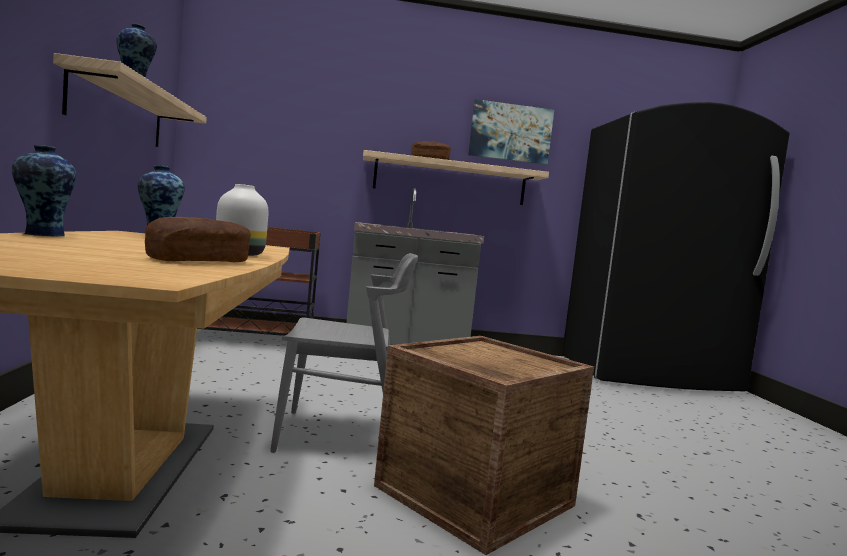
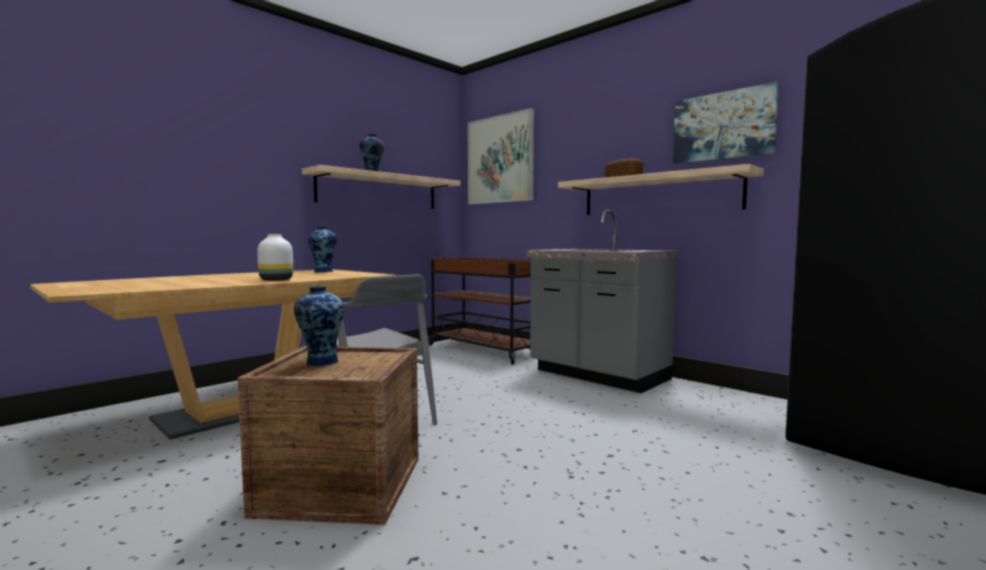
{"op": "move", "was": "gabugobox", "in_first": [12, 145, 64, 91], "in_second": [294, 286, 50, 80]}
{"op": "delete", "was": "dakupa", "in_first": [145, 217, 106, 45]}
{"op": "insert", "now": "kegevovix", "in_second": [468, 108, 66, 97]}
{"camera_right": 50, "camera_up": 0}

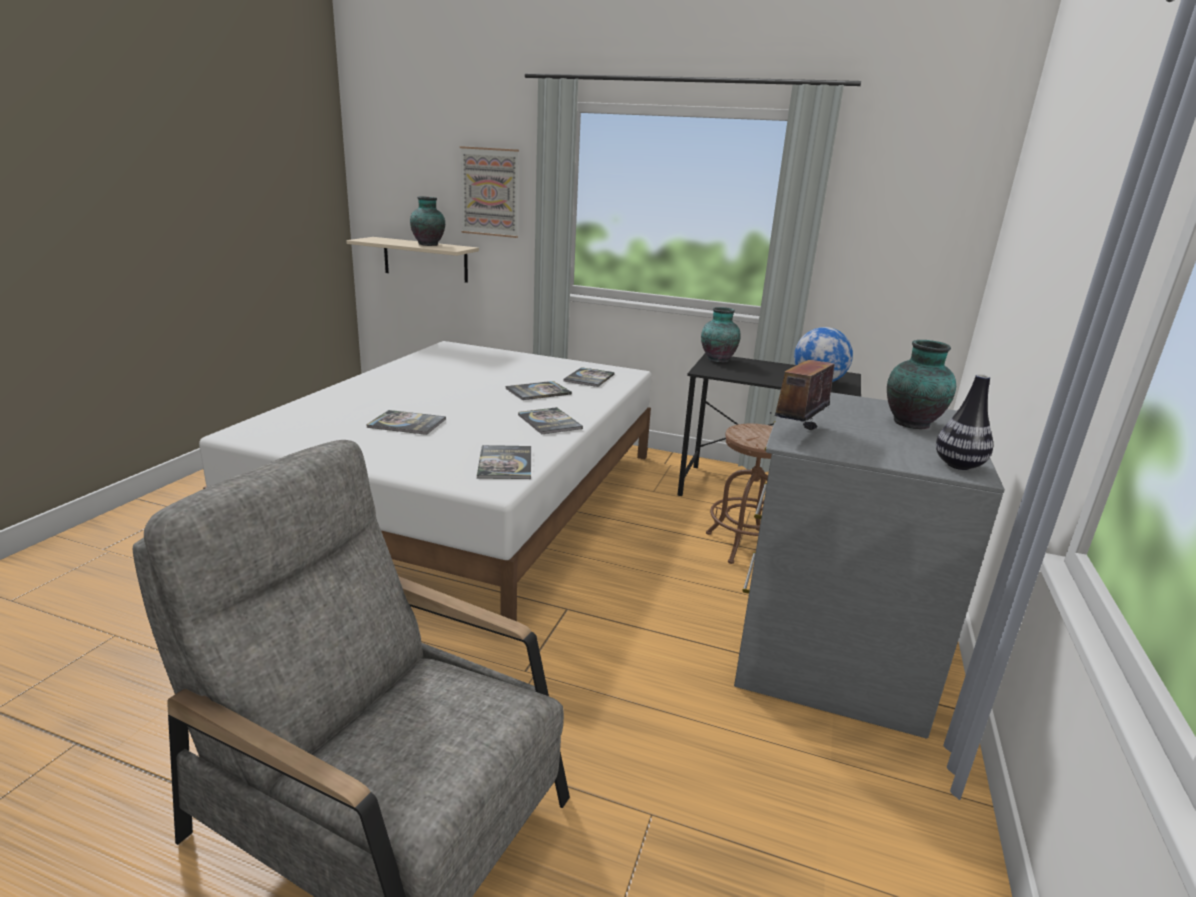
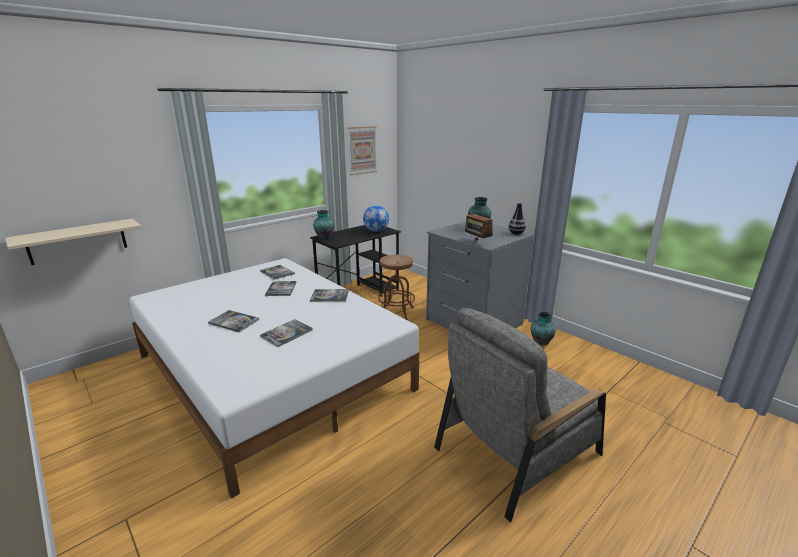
{"op": "move", "was": "kegevovix", "in_first": [460, 146, 59, 92], "in_second": [348, 126, 29, 49]}
{"op": "move", "was": "gabugobox", "in_first": [410, 196, 35, 50], "in_second": [531, 311, 25, 34]}
{"op": "move", "was": "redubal", "in_first": [477, 445, 54, 34], "in_second": [208, 310, 51, 22]}
{"camera_right": -60, "camera_up": 0}

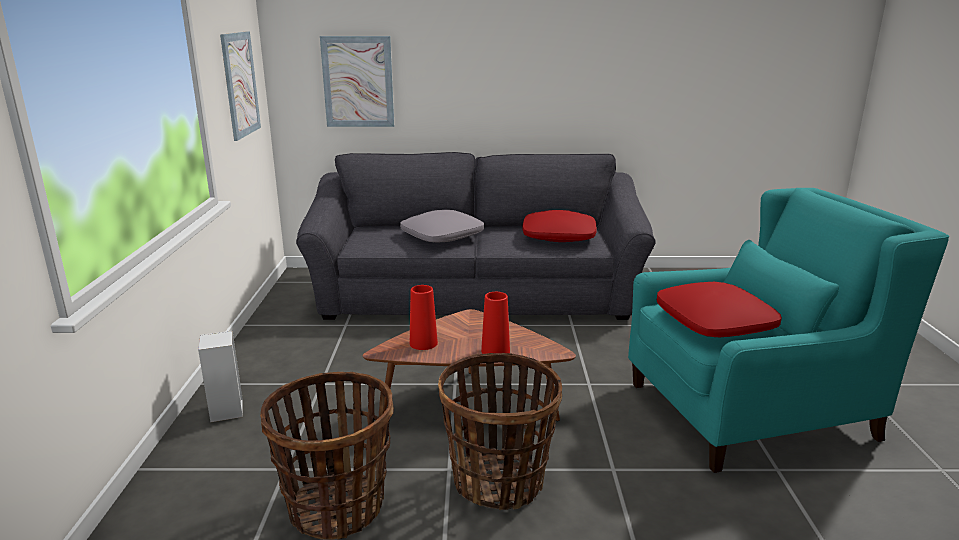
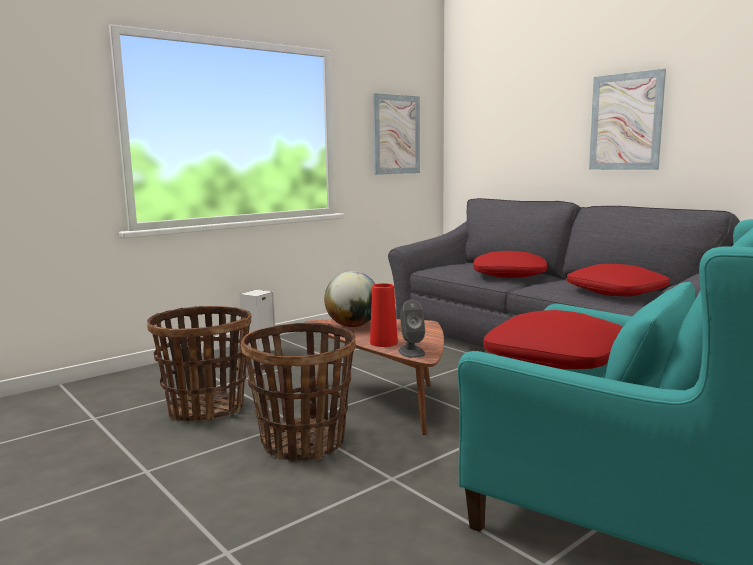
{"op": "move", "was": "kegevovix", "in_first": [320, 36, 74, 91], "in_second": [589, 69, 77, 101]}
{"op": "recolor", "was": "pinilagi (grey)", "now": "pinilagi (red)", "in_first": [400, 210, 84, 32], "in_second": [473, 251, 74, 27]}
{"op": "replace", "was": "gabugobox (red)", "now": "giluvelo", "in_first": [410, 285, 28, 65], "in_second": [324, 271, 51, 56]}
{"op": "insert", "now": "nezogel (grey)", "in_second": [398, 300, 27, 58]}
{"camera_right": 50, "camera_up": -10}

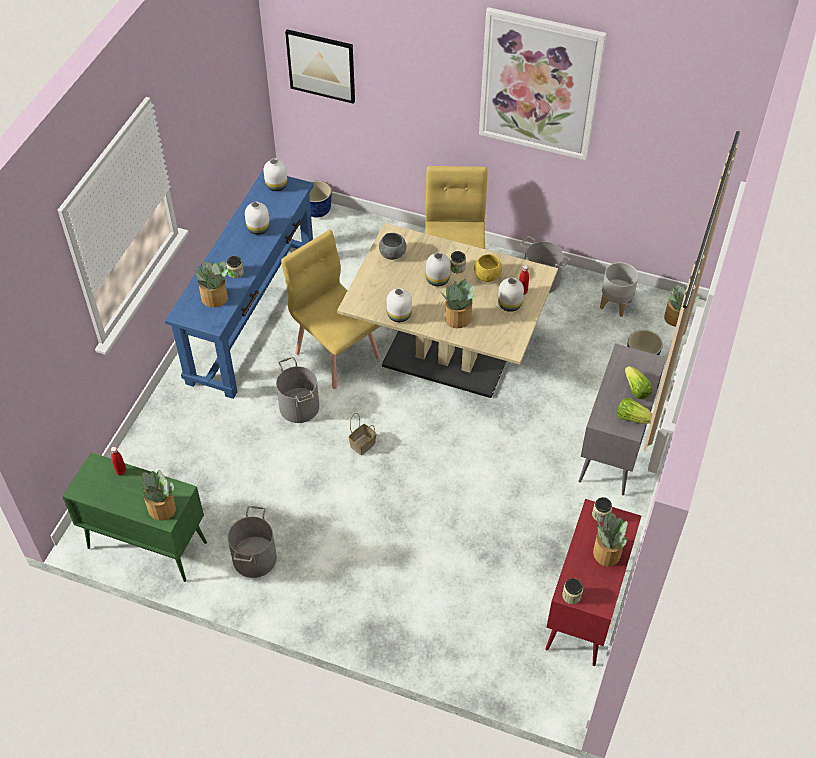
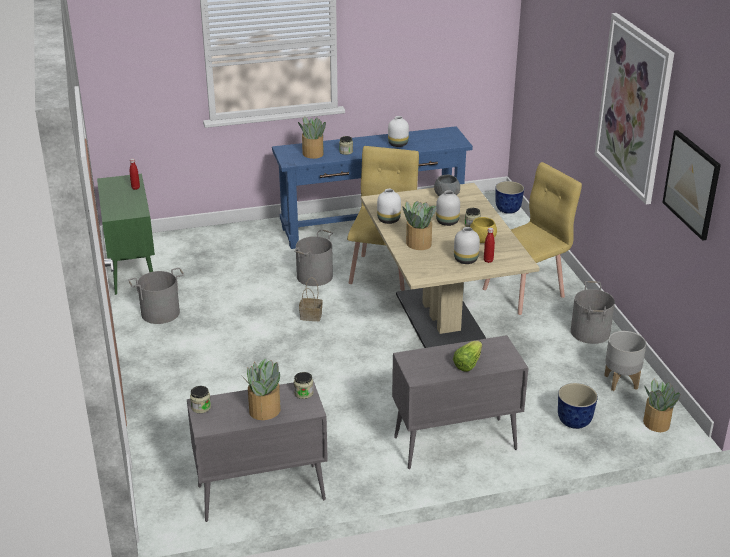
{"op": "move", "was": "kegevovix", "in_first": [285, 29, 70, 75], "in_second": [662, 130, 59, 111]}
{"op": "delete", "was": "gabugobox (white)", "in_first": [264, 159, 24, 32]}
{"op": "delete", "was": "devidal", "in_first": [617, 398, 36, 26]}
{"op": "delete", "was": "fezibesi", "in_first": [137, 470, 39, 51]}
{"op": "recolor", "was": "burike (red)", "now": "burike (grey)", "in_first": [545, 499, 96, 167], "in_second": [187, 381, 141, 141]}
{"camera_right": 55, "camera_up": -20}

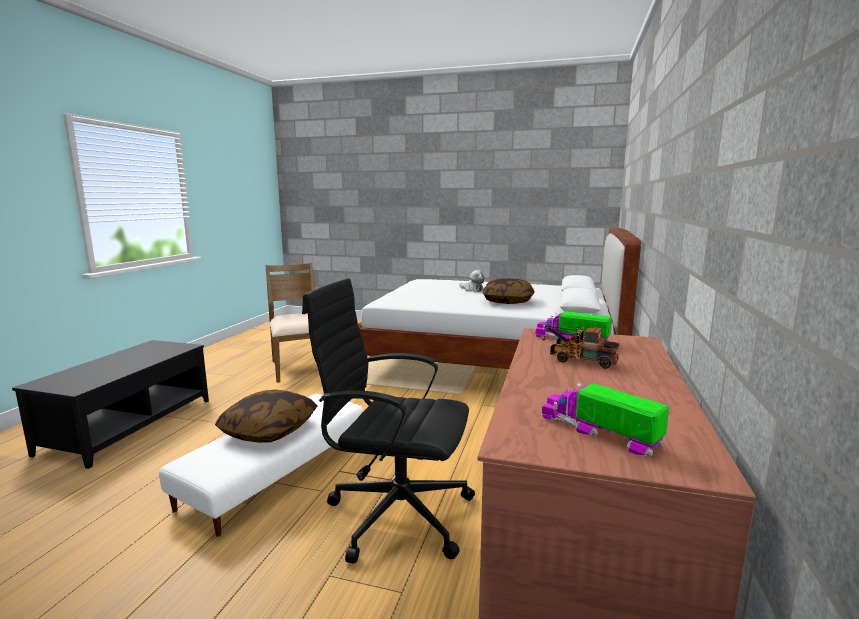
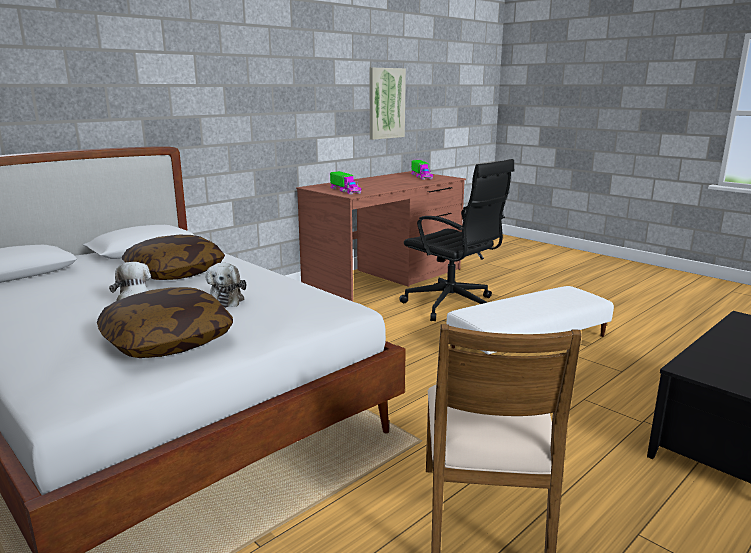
{"op": "delete", "was": "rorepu", "in_first": [542, 326, 79, 43]}
{"op": "move", "was": "pinilagi", "in_first": [215, 390, 103, 53], "in_second": [97, 287, 136, 71]}
{"op": "insert", "now": "kegevovix", "in_second": [370, 68, 36, 72]}
{"op": "insert", "now": "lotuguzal", "in_second": [205, 263, 41, 45]}
{"camera_right": -150, "camera_up": 5}

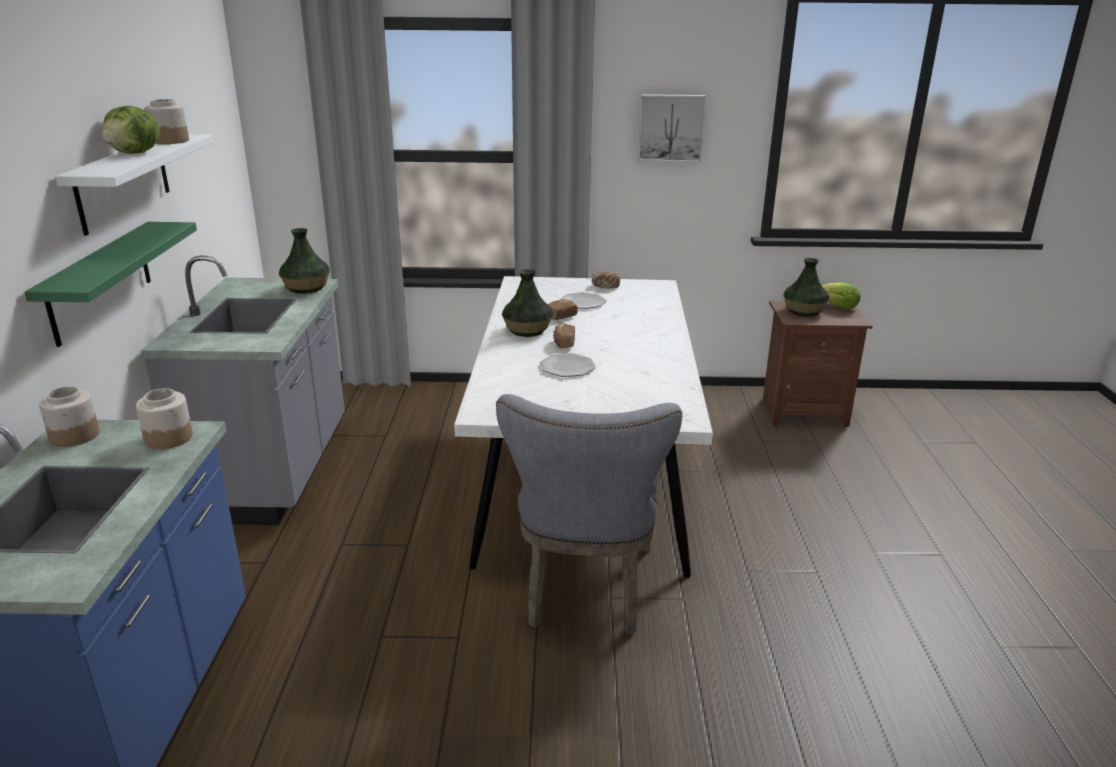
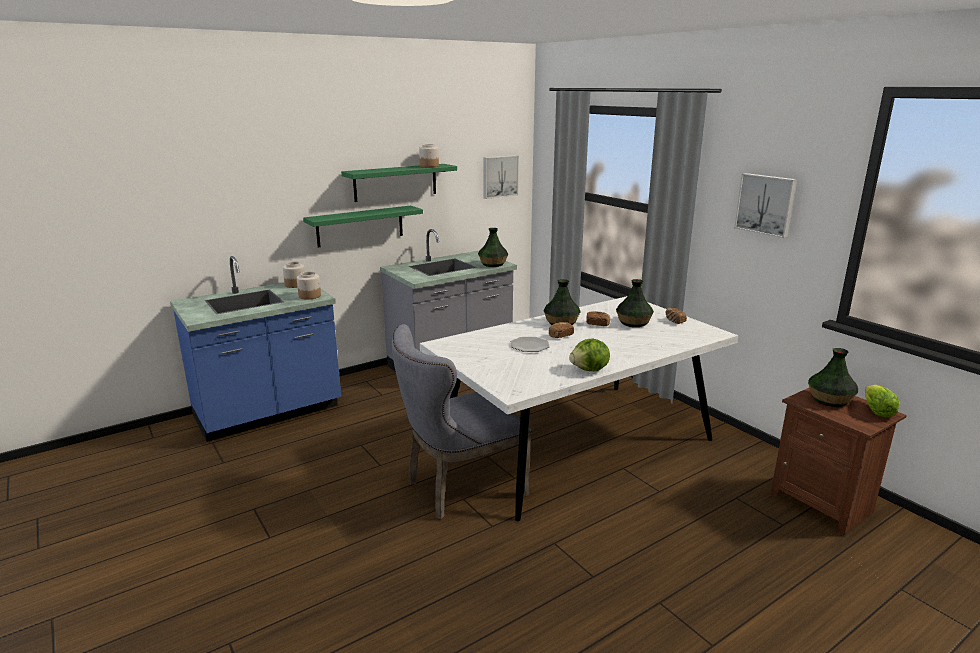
{"op": "move", "was": "devidal", "in_first": [102, 106, 58, 48], "in_second": [569, 338, 41, 33]}
{"op": "recolor", "was": "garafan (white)", "now": "garafan (green)", "in_first": [55, 134, 159, 102], "in_second": [341, 164, 116, 38]}
{"op": "replace", "was": "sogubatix", "now": "gabugobox", "in_first": [560, 292, 47, 17], "in_second": [616, 279, 38, 48]}
{"op": "insert", "now": "kegevovix", "in_second": [483, 155, 36, 44]}
{"camera_right": 55, "camera_up": -5}

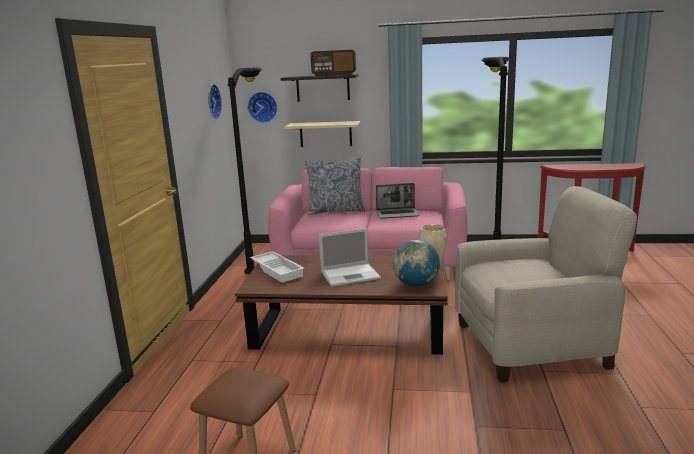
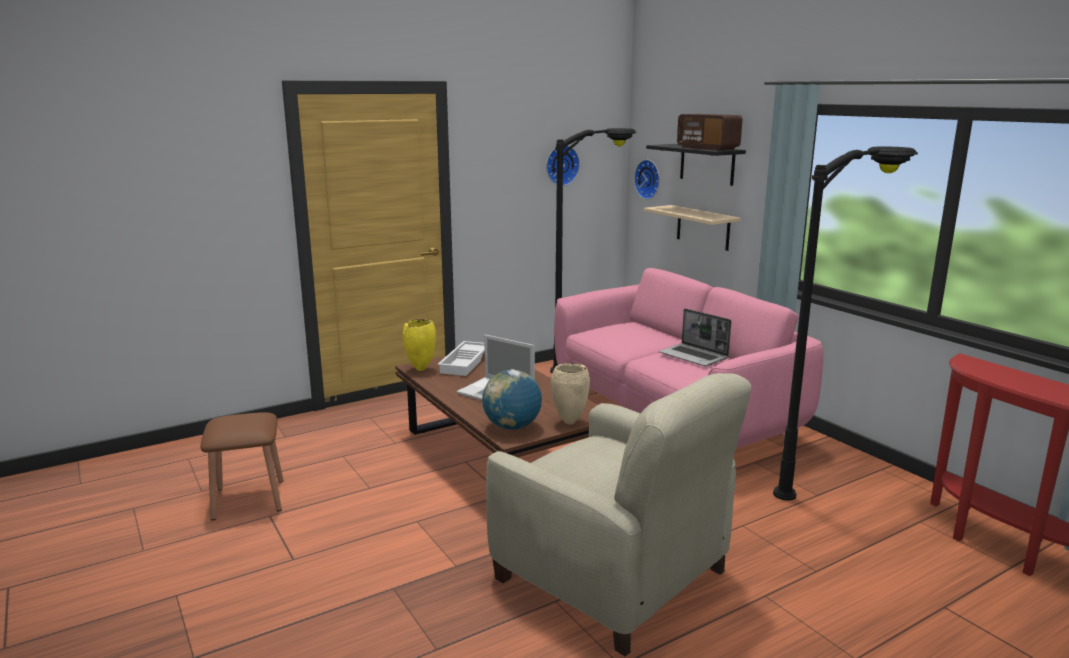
{"op": "delete", "was": "pinilagi", "in_first": [305, 156, 60, 59]}
{"op": "insert", "now": "gabugobox (yellow)", "in_second": [403, 319, 33, 52]}
{"camera_right": 50, "camera_up": 0}

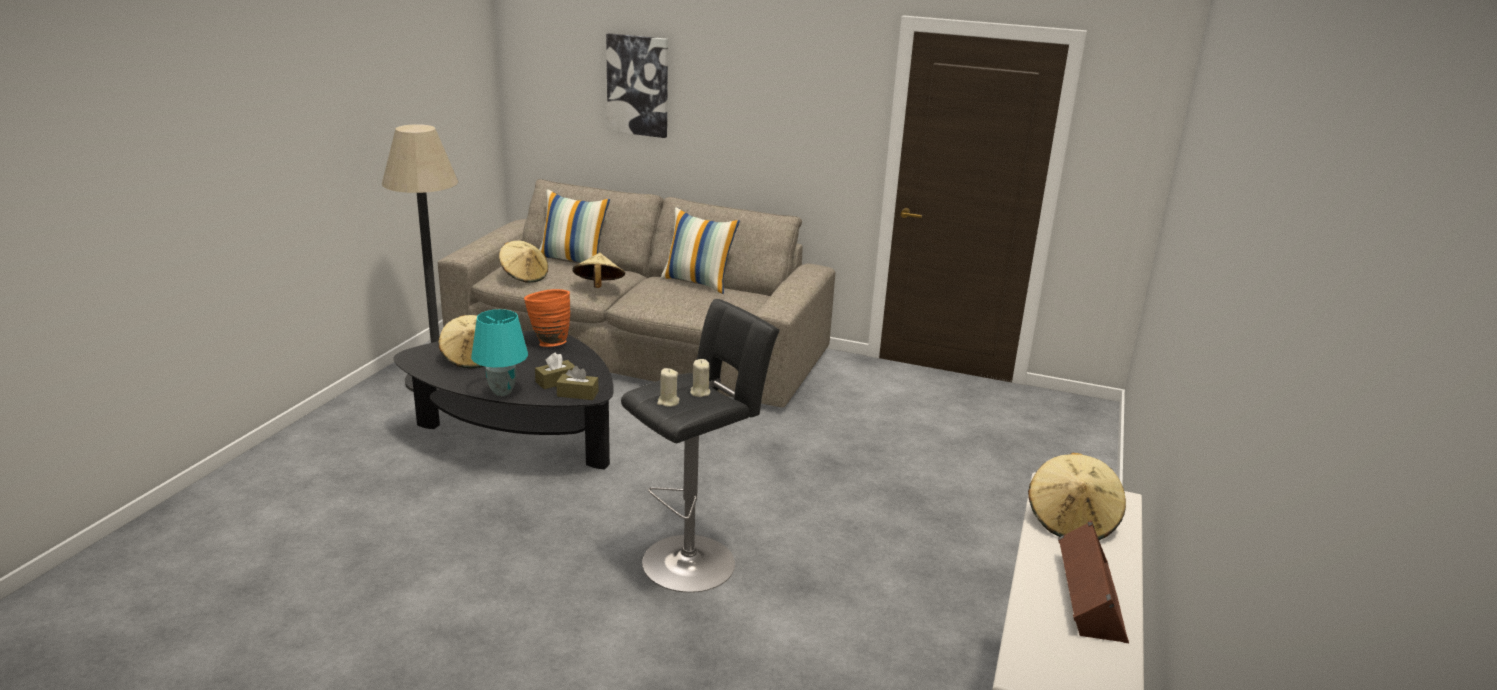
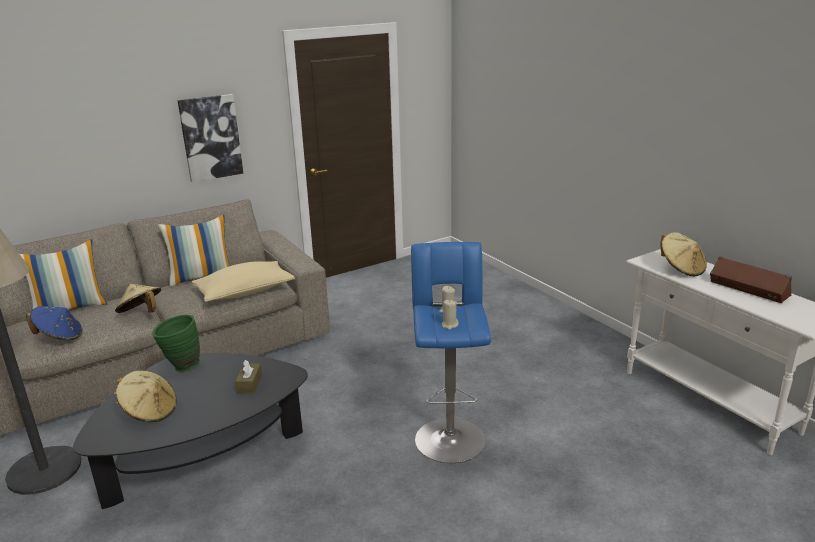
{"op": "move", "was": "kegevovix", "in_first": [606, 33, 62, 105], "in_second": [177, 94, 66, 88]}
{"op": "recolor", "was": "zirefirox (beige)", "now": "zirefirox (blue)", "in_first": [499, 241, 49, 42], "in_second": [26, 306, 57, 34]}
{"op": "recolor", "was": "gabugobox (orange)", "now": "gabugobox (green)", "in_first": [524, 289, 46, 58], "in_second": [152, 315, 48, 57]}
{"op": "recolor", "was": "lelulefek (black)", "now": "lelulefek (blue)", "in_first": [621, 299, 159, 294], "in_second": [411, 242, 80, 221]}
{"op": "delete", "was": "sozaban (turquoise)", "in_first": [471, 309, 57, 87]}
{"op": "delete", "was": "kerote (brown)", "in_first": [556, 366, 42, 34]}
{"op": "insert", "now": "pinilagi (beige)", "in_second": [192, 261, 103, 41]}
{"camera_right": -50, "camera_up": 0}

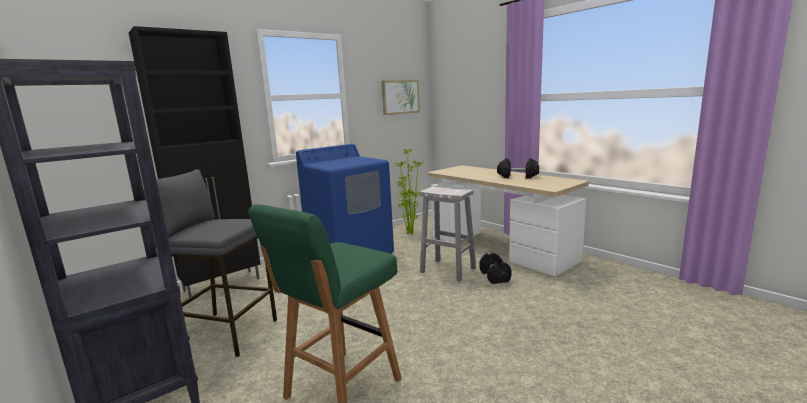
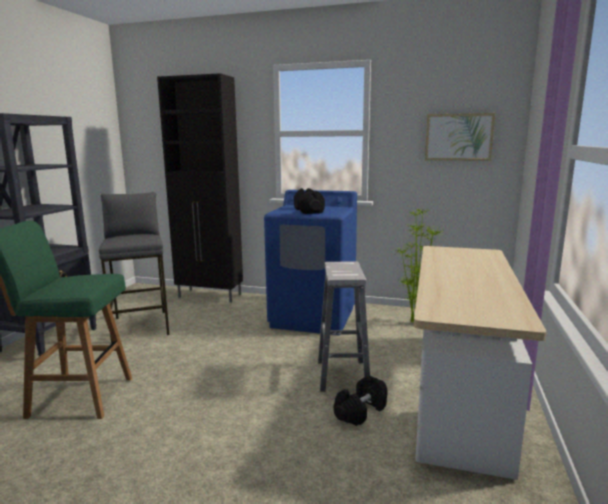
{"op": "move", "was": "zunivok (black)", "in_first": [497, 158, 42, 21], "in_second": [294, 188, 31, 26]}
{"camera_right": 55, "camera_up": 0}

